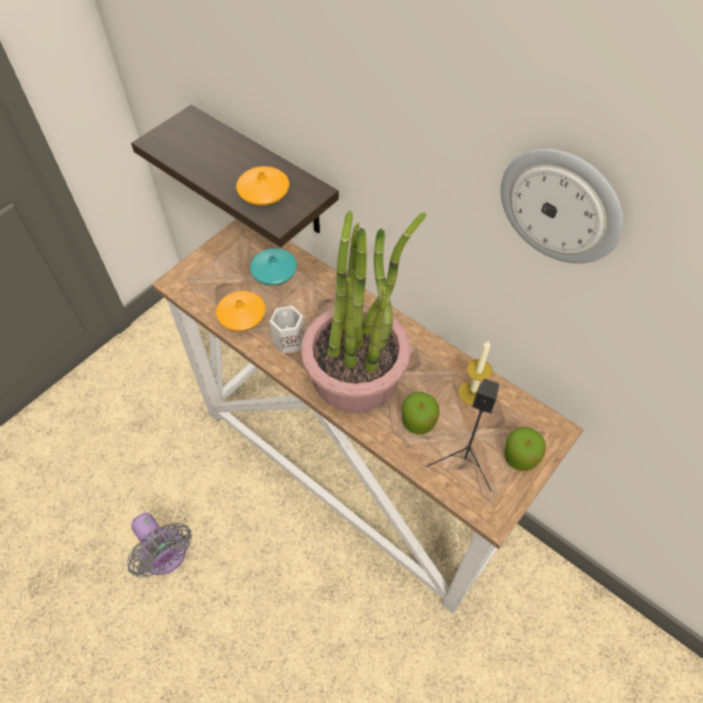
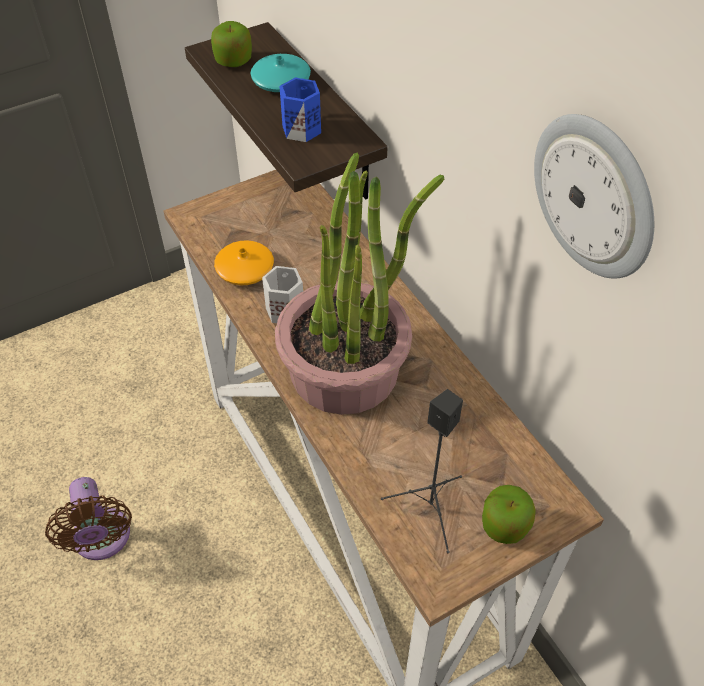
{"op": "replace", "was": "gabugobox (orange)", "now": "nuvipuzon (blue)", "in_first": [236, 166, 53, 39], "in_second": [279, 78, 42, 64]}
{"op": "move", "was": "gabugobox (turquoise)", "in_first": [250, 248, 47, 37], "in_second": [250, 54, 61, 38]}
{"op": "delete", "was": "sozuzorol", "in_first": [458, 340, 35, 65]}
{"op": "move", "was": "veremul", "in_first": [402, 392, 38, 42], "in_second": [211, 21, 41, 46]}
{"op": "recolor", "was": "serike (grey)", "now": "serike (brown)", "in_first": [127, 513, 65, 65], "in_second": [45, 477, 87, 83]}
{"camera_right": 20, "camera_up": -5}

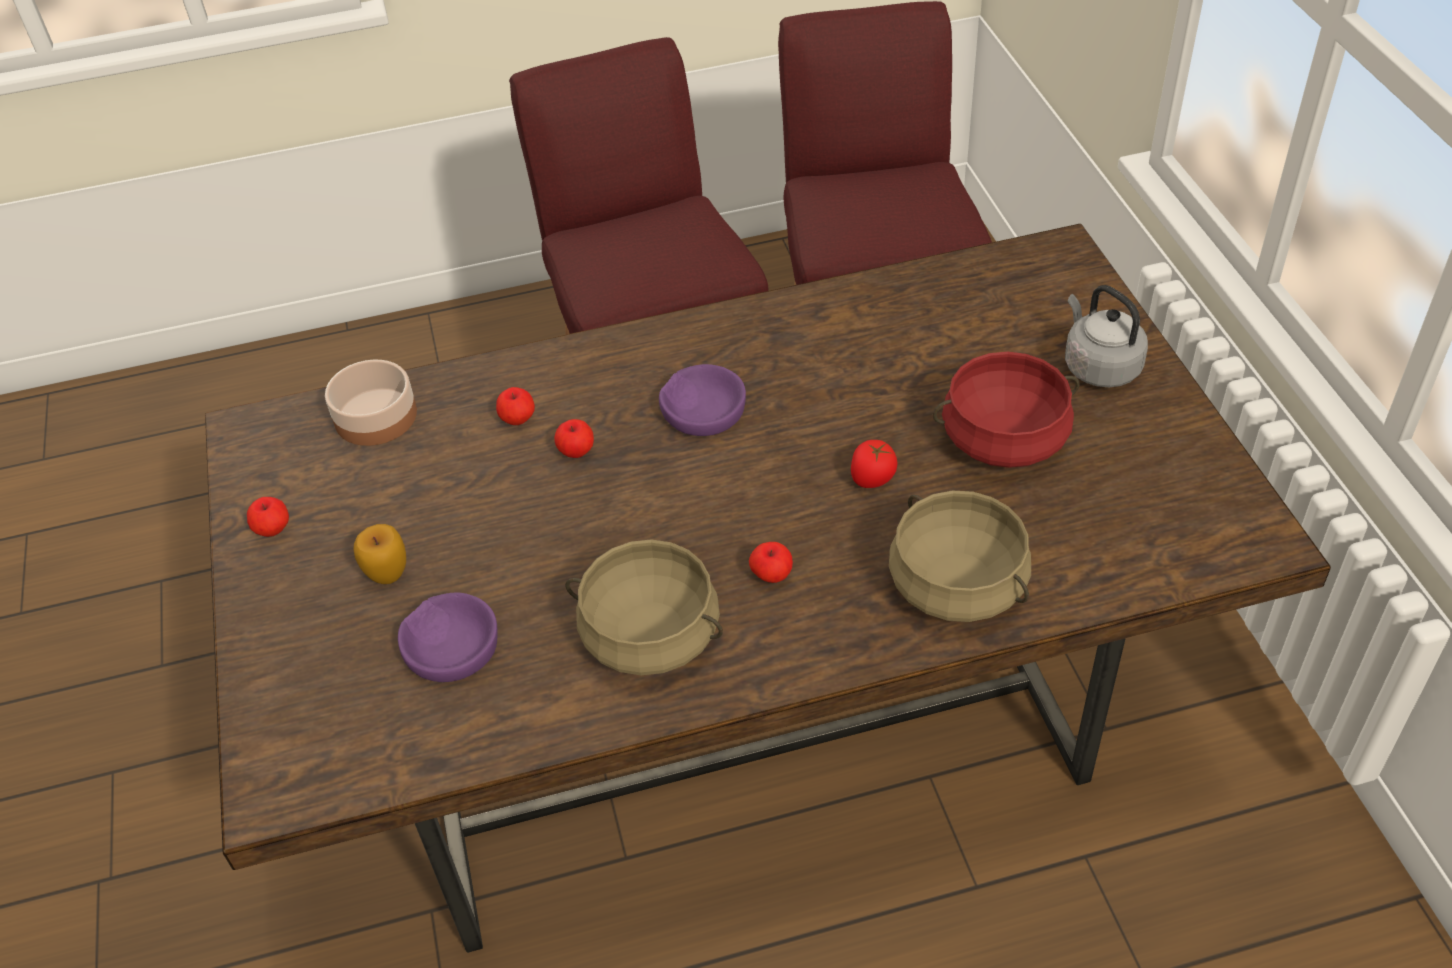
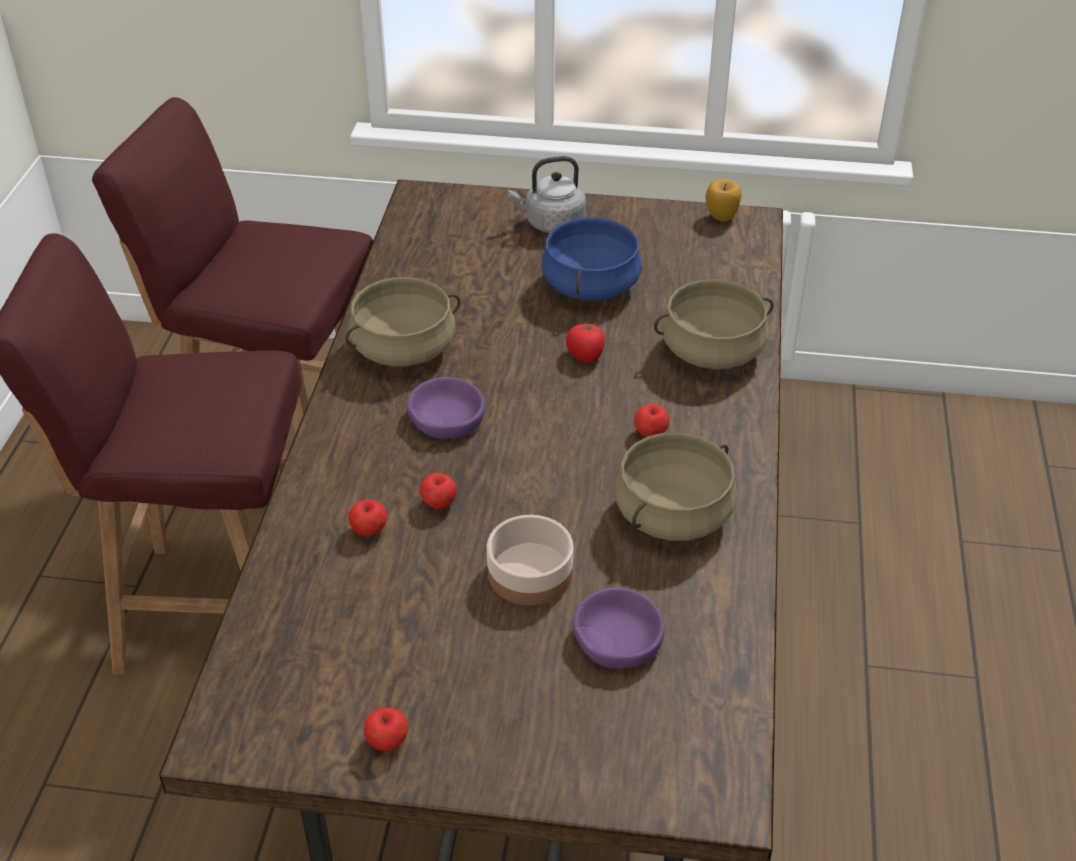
{"op": "recolor", "was": "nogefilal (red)", "now": "nogefilal (blue)", "in_first": [933, 352, 146, 116], "in_second": [541, 216, 101, 85]}
{"op": "move", "was": "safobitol", "in_first": [325, 360, 92, 86], "in_second": [487, 515, 87, 91]}
{"op": "move", "was": "veremul", "in_first": [353, 524, 53, 60], "in_second": [705, 179, 37, 43]}
{"op": "insert", "now": "nogefilal (beige)", "in_second": [345, 277, 115, 90]}
{"camera_right": -70, "camera_up": -5}

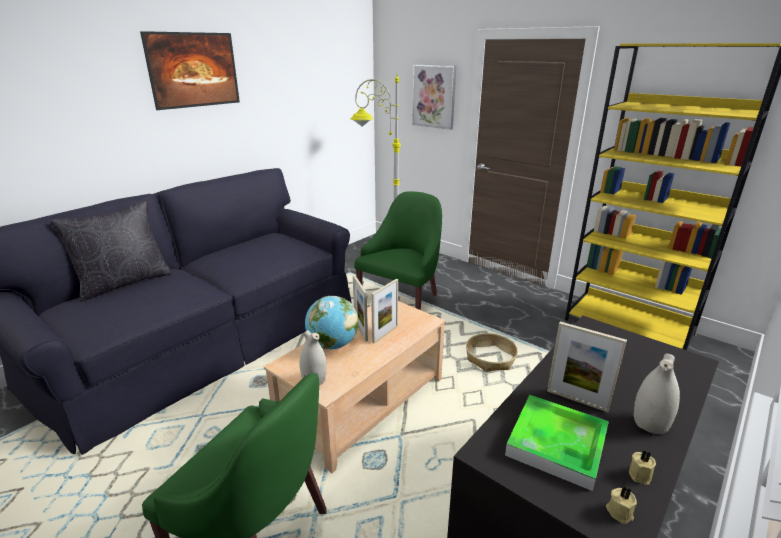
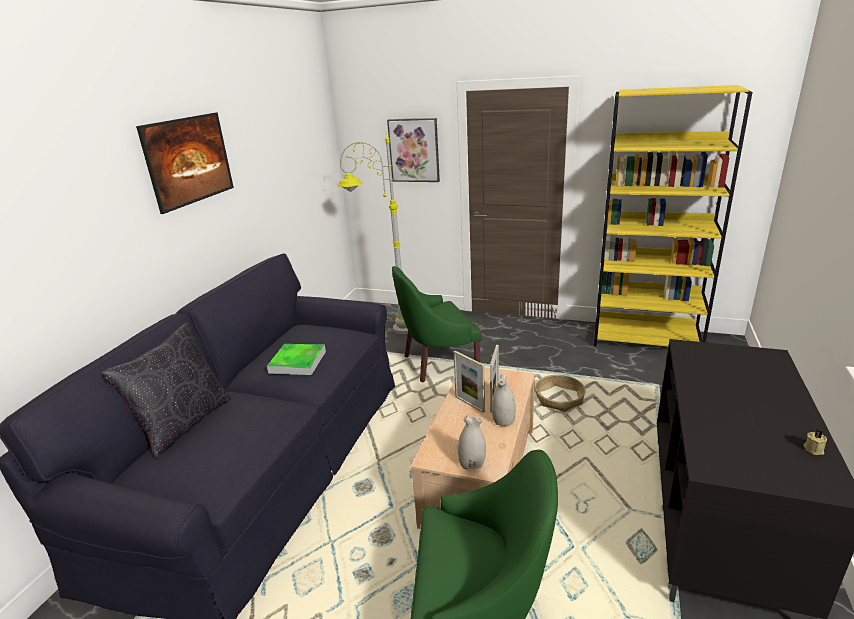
{"op": "rotate", "was": "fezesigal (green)", "in_first": [354, 191, 88, 119], "in_second": [392, 266, 90, 116], "clockwise": -120}
{"op": "delete", "was": "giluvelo", "in_first": [305, 296, 54, 53]}
{"op": "delete", "was": "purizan", "in_first": [547, 322, 80, 90]}
{"op": "move", "was": "gabugobox (white)", "in_first": [633, 353, 47, 81], "in_second": [492, 374, 24, 52]}
{"op": "move", "was": "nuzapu", "in_first": [505, 395, 104, 96], "in_second": [267, 344, 59, 31]}
{"op": "delete", "was": "sozuzorol (beige)", "in_first": [606, 487, 31, 37]}
{"camera_right": -20, "camera_up": 0}

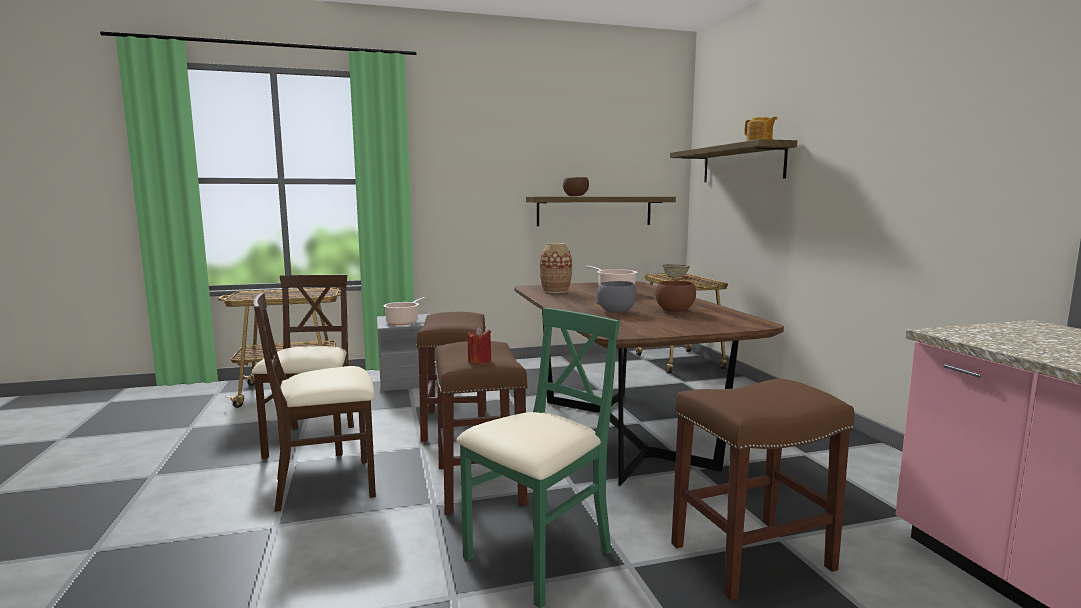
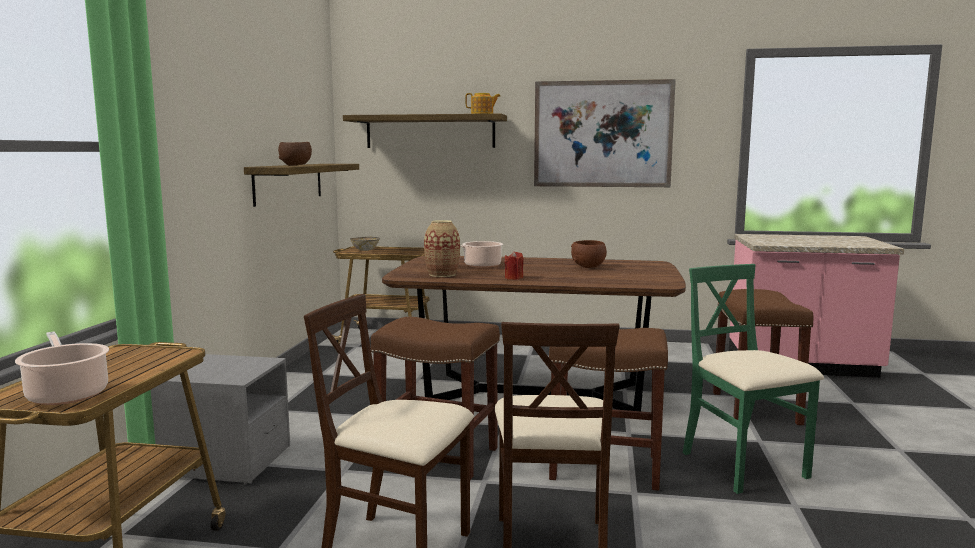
{"op": "delete", "was": "safobitol (grey)", "in_first": [596, 281, 41, 32]}
{"op": "move", "was": "nogefilal", "in_first": [384, 297, 42, 28], "in_second": [15, 331, 94, 74]}
{"op": "move", "was": "sozuzorol (red)", "in_first": [468, 327, 24, 37], "in_second": [505, 251, 19, 29]}
{"op": "insert", "now": "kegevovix", "in_second": [534, 79, 142, 108]}
{"camera_right": -65, "camera_up": 0}

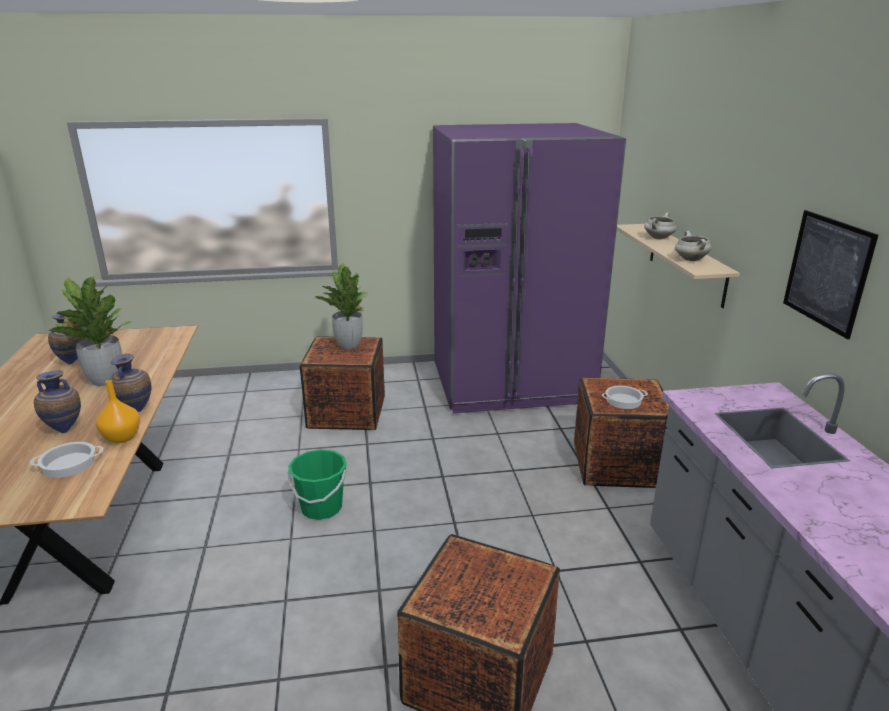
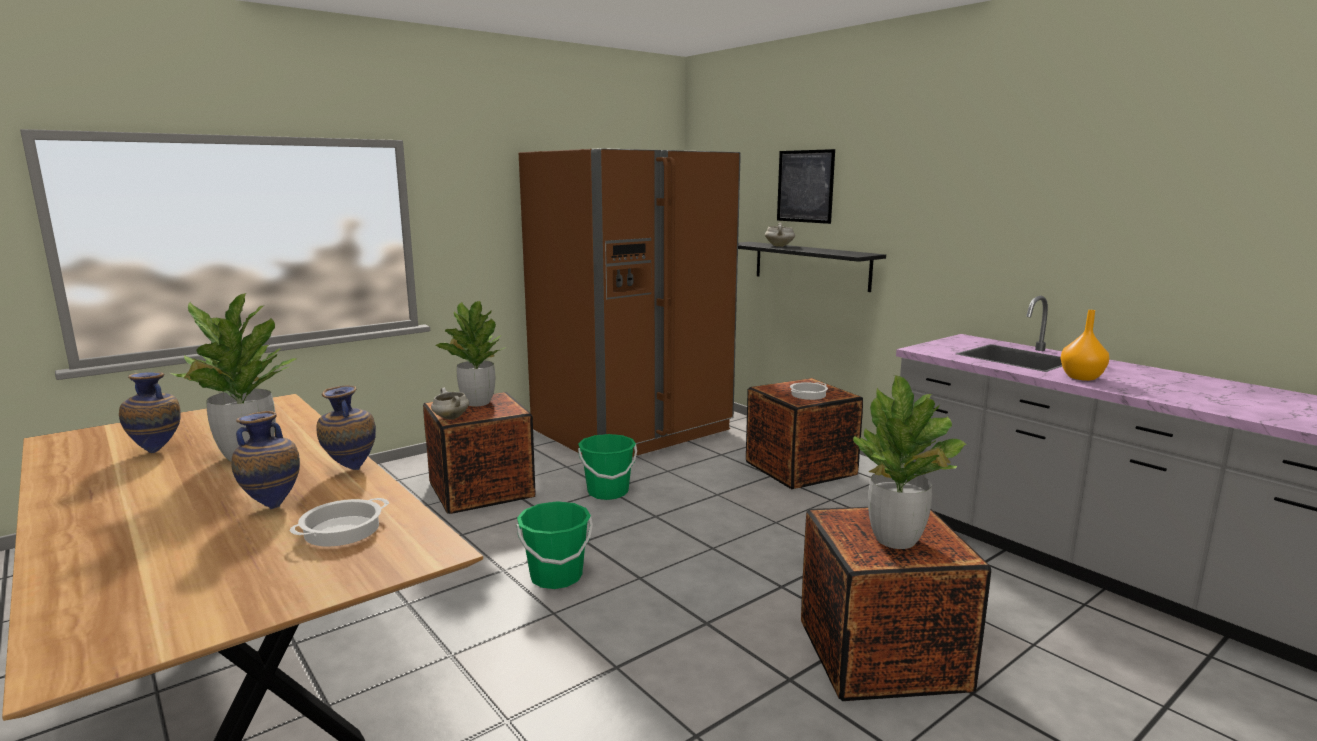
{"op": "recolor", "was": "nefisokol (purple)", "now": "nefisokol (brown)", "in_first": [433, 123, 193, 290], "in_second": [519, 148, 222, 309]}
{"op": "move", "was": "kegevovix", "in_first": [783, 210, 95, 129], "in_second": [777, 149, 58, 75]}
{"op": "recolor", "was": "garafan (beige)", "now": "garafan (black)", "in_first": [617, 224, 123, 84], "in_second": [738, 242, 148, 50]}
{"op": "move", "was": "nogefilal (white)", "in_first": [675, 231, 36, 30], "in_second": [431, 388, 38, 32]}
{"op": "move", "was": "gabugobox (orange)", "in_first": [96, 380, 44, 64], "in_second": [1061, 310, 48, 71]}
{"op": "insert", "now": "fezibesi", "in_second": [853, 375, 114, 174]}
{"op": "insert", "now": "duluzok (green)", "in_second": [578, 434, 59, 66]}
{"camera_right": -30, "camera_up": -10}

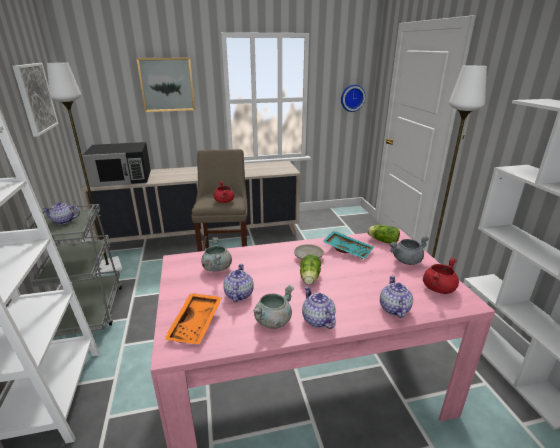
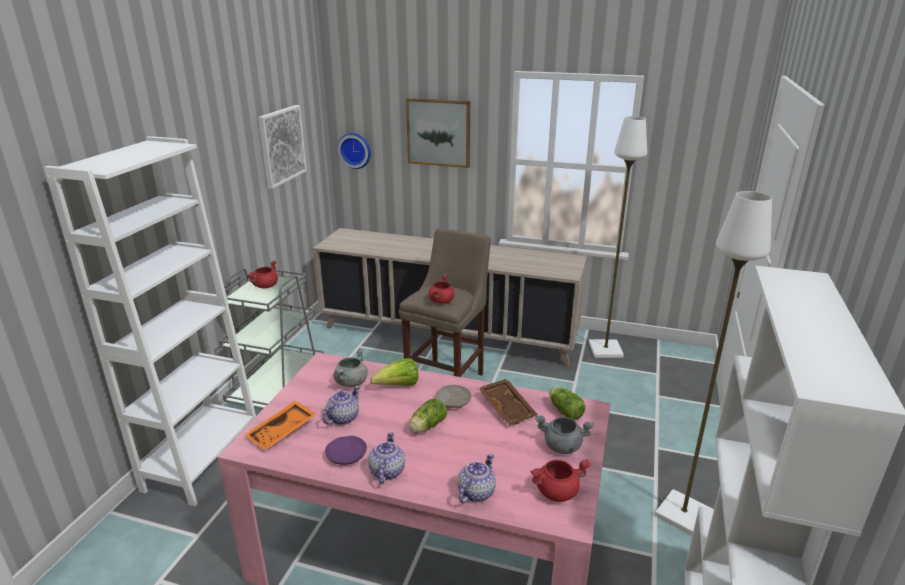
{"op": "move", "was": "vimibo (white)", "in_first": [47, 63, 75, 213], "in_second": [589, 116, 58, 242]}
{"op": "move", "was": "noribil", "in_first": [341, 85, 24, 27], "in_second": [338, 133, 33, 36]}
{"op": "delete", "was": "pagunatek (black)", "in_first": [82, 142, 69, 45]}
{"op": "replace", "was": "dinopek", "now": "nogefilal (red)", "in_first": [42, 202, 38, 22], "in_second": [247, 260, 31, 29]}
{"op": "recolor", "was": "nuzapu (turquoise)", "now": "nuzapu (brown)", "in_first": [323, 231, 51, 28], "in_second": [479, 379, 59, 47]}
{"op": "replace", "was": "nogefilal (grey)", "now": "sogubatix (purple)", "in_first": [253, 285, 41, 44], "in_second": [325, 436, 42, 29]}
{"op": "insert", "now": "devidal", "in_second": [370, 358, 48, 28]}
{"camera_right": 30, "camera_up": 0}

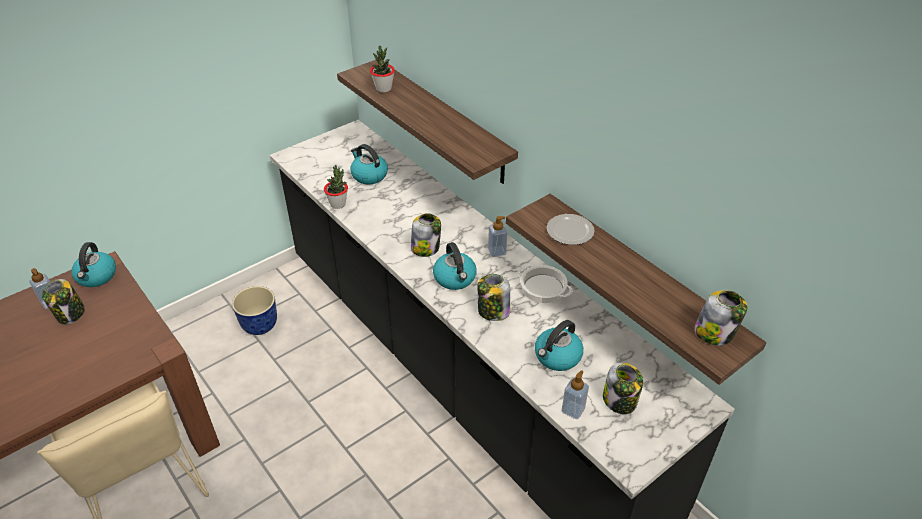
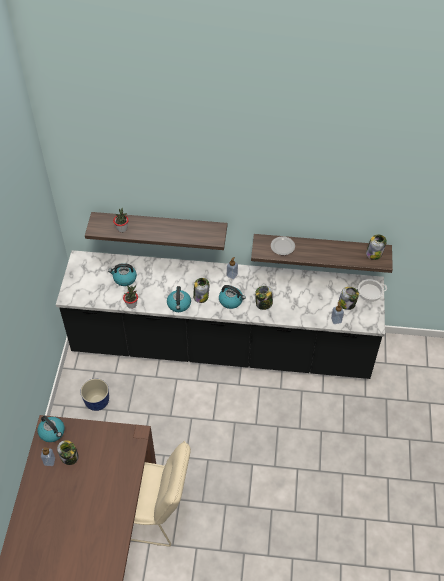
{"op": "move", "was": "nogefilal", "in_first": [517, 265, 56, 38], "in_second": [356, 279, 31, 23]}
{"op": "move", "was": "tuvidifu", "in_first": [535, 320, 48, 51], "in_second": [167, 286, 24, 26]}
{"camera_right": -45, "camera_up": 10}

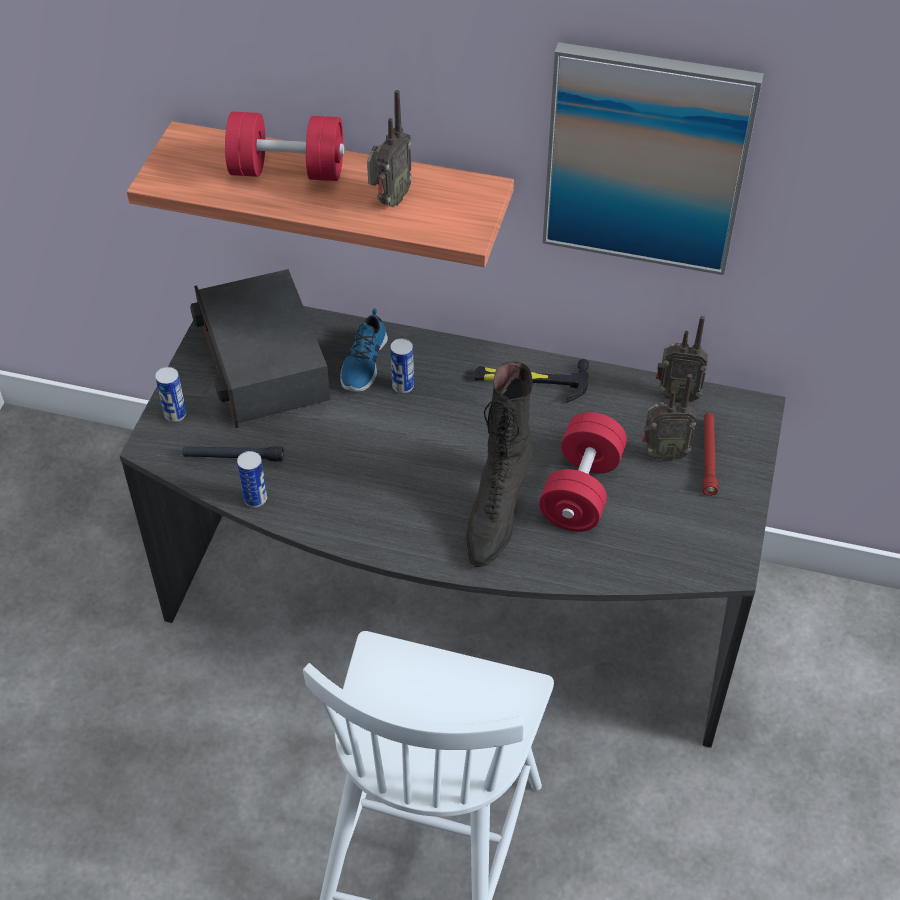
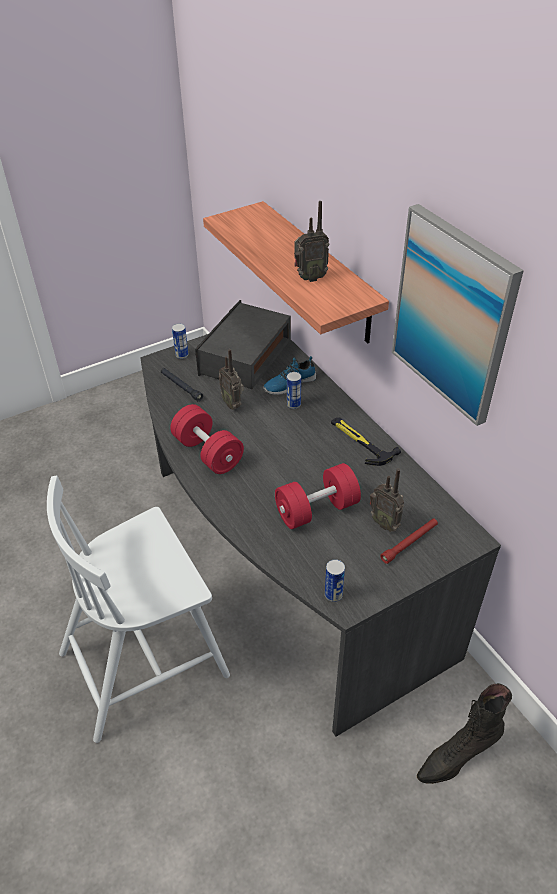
{"op": "move", "was": "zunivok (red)", "in_first": [225, 112, 119, 69], "in_second": [170, 404, 74, 70]}
{"op": "move", "was": "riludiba", "in_first": [655, 316, 53, 87], "in_second": [219, 349, 25, 61]}
{"op": "move", "was": "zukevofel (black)", "in_first": [467, 361, 66, 206], "in_second": [417, 683, 95, 101]}
{"op": "move", "was": "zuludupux", "in_first": [237, 451, 30, 57], "in_second": [325, 559, 20, 43]}
{"camera_right": 45, "camera_up": -5}

